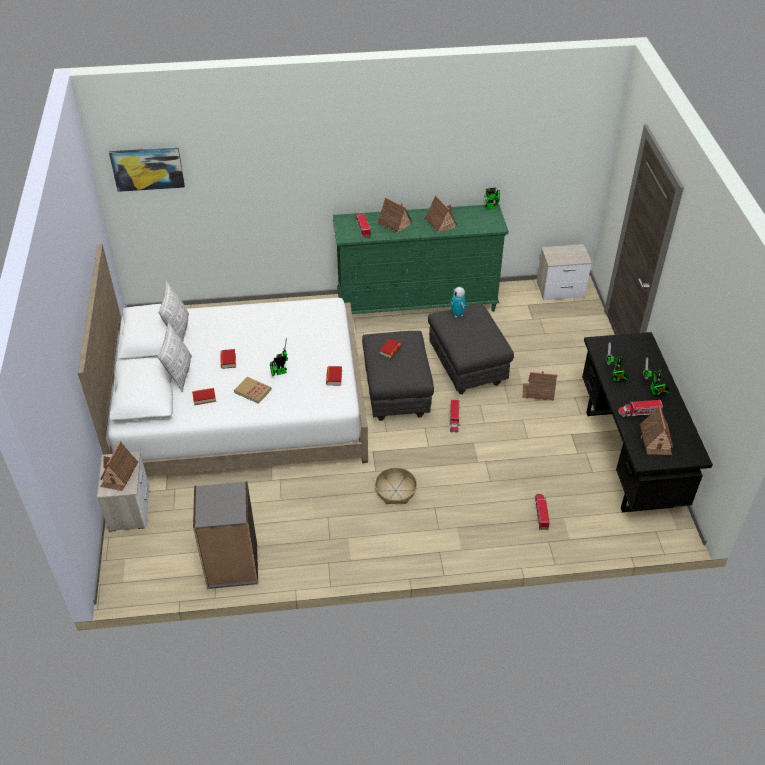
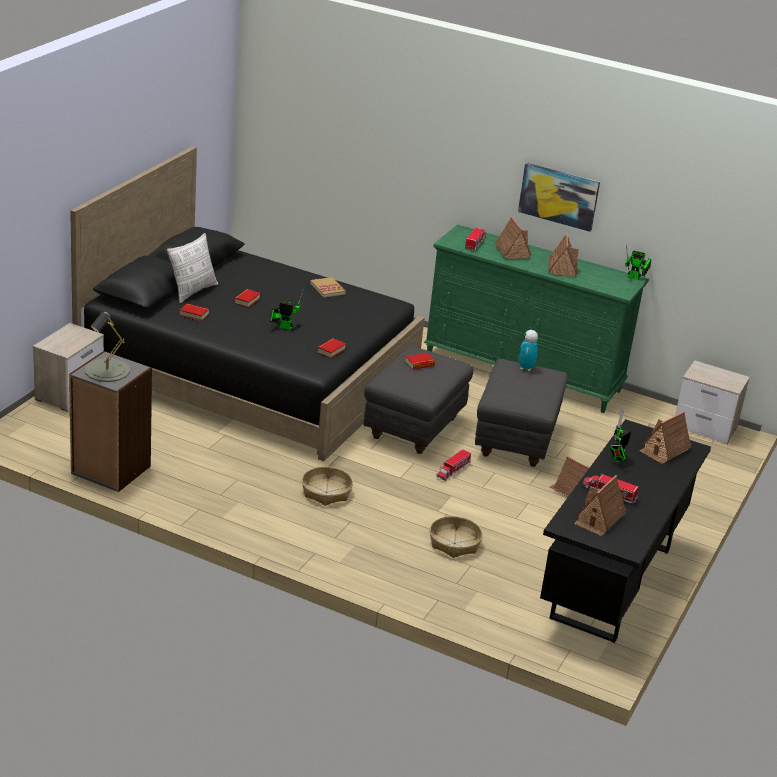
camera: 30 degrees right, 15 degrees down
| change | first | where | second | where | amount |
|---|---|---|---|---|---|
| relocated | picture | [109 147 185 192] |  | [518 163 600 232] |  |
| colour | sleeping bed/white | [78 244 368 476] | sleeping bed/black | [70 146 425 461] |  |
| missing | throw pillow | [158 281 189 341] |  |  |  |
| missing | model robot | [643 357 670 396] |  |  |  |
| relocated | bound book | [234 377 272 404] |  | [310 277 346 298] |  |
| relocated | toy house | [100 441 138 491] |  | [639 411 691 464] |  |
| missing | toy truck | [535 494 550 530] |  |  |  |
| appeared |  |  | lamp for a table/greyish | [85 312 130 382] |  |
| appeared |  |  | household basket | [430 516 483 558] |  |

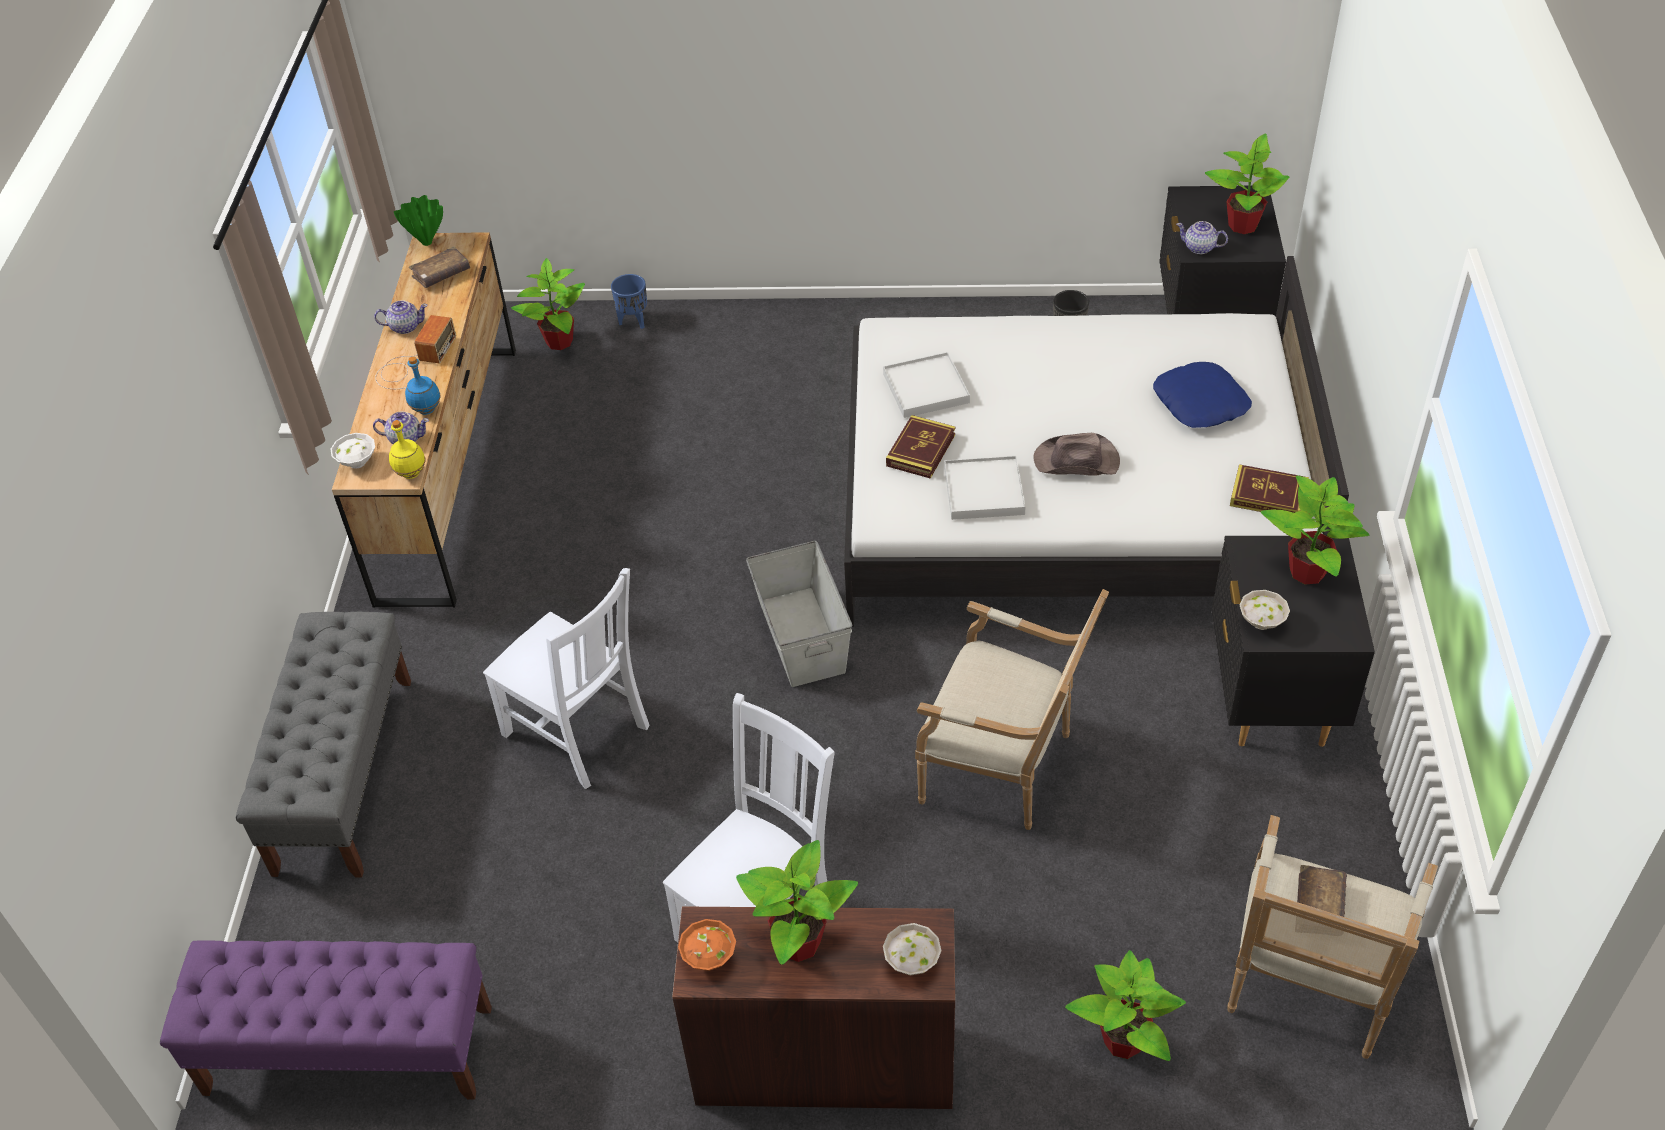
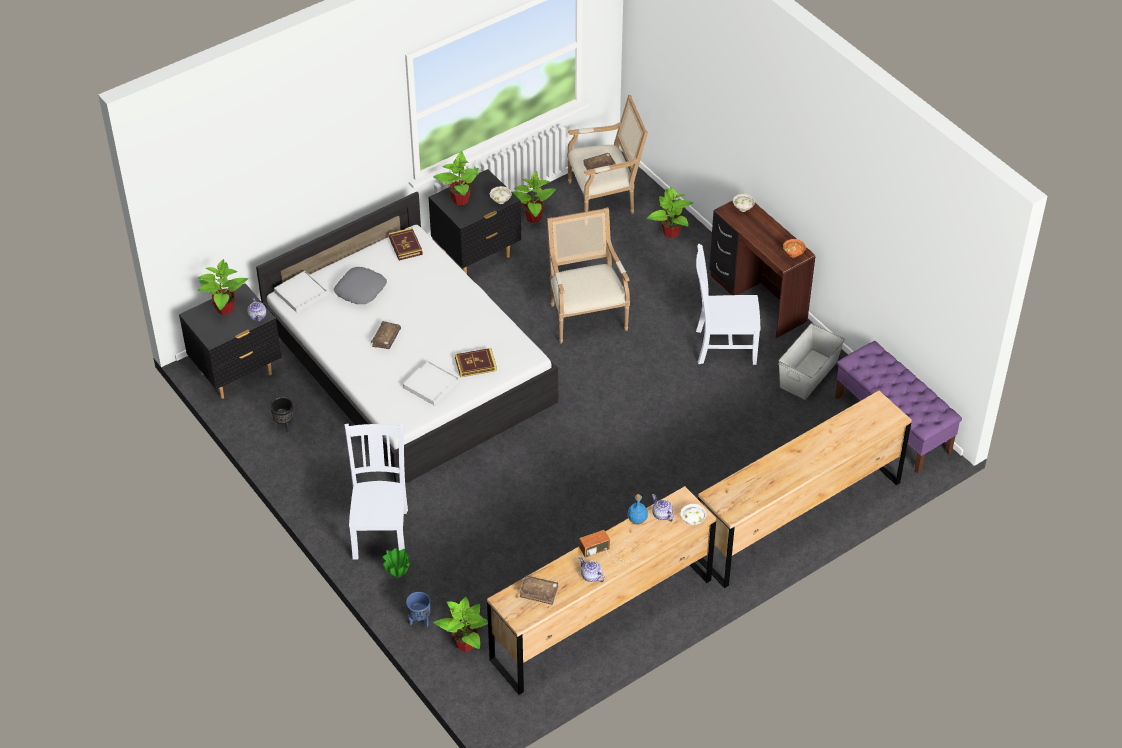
camera: 130 degrees left, 0 degrees up
| change | first | where | second | where | amount |
|---|---|---|---|---|---|
| relocated | decorative vase/greenish | [394 195 443 246] |  | [383 548 410 578] |  |
| colour | throw pillow/blue-coloured | [1153 362 1252 428] | throw pillow/greyish | [334 267 387 304] |  |
| missing | drink bottle/yellow-coloured | [389 420 426 479] |  |  |  |
| missing | wearable hat/brownish | [1034 433 1120 476] |  |  |  |
| relocated | serving tray/white | [944 456 1026 520] |  | [274 271 328 313] |  |
| relocated | storage container/greyish | [746 541 852 687] |  | [778 323 845 400] |  |
| relocated | upright chair/white | [483 568 650 789] |  | [344 423 408 560] |  |
| exchanged | indoor bench/greyish | [236 612 411 877] | chest of drawers/brownish | [698 391 912 588] |  |
| relocated | houseplant | [736 840 858 965] |  | [512 171 556 223] |  |
| appeared |  |  | bound book/brownish | [371 321 401 349] |  |

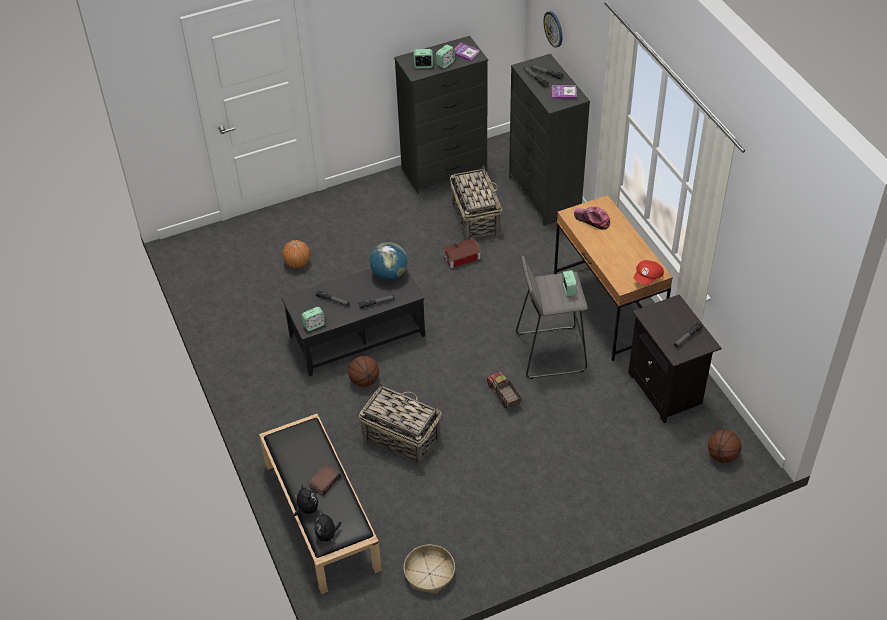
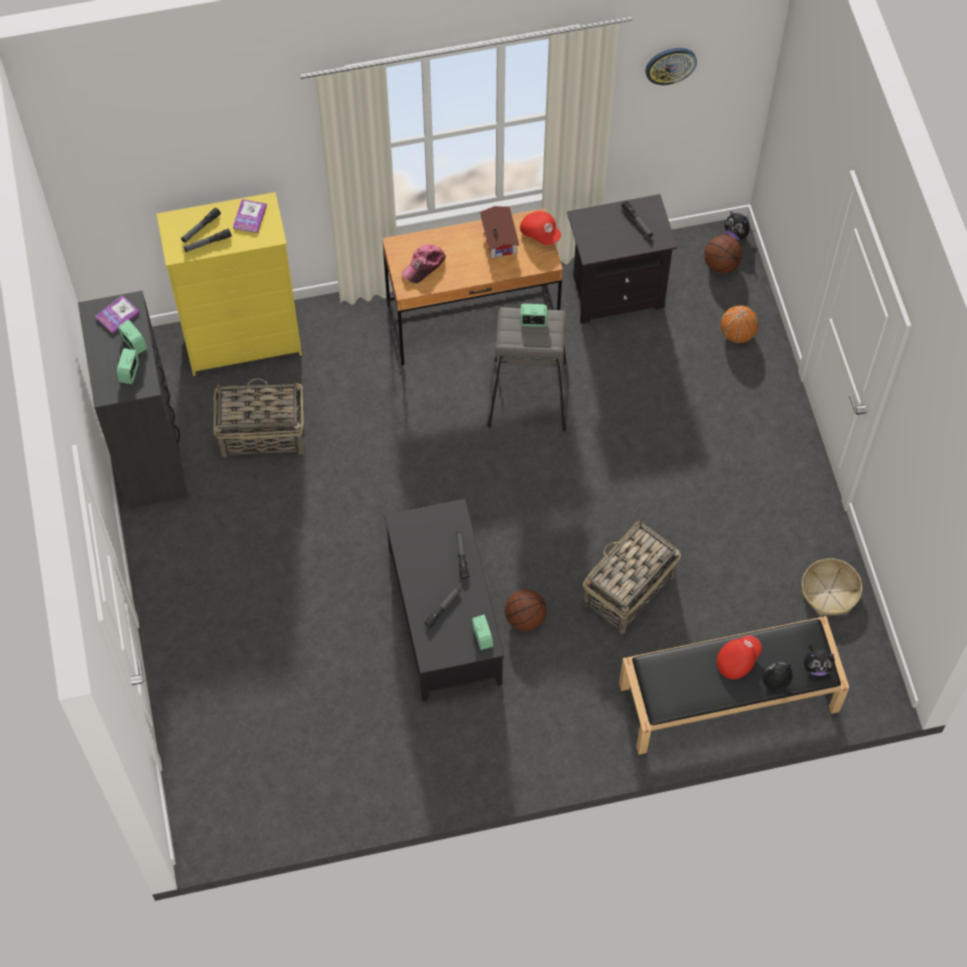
camera: 80 degrees left, 15 degrees up
| change | first | where | second | where | amount |
|---|---|---|---|---|---|
| relocated | wall clock | [544 11 563 48] |  | [645 48 697 85] |  |
| colour | chest of drawers/black | [509 54 590 226] | chest of drawers/yellow-coloured | [157 192 302 376] |  |
| relocated | toy house | [443 238 481 268] |  | [480 206 519 258] |  |
| relocated | basketball | [282 240 310 268] |  | [721 305 759 343] |  |
| missing | desk globe | [370 242 408 280] |  |  |  |
| missing | toy truck | [487 371 522 409] |  |  |  |
| exchanged | bound book | [308 464 341 495] | baseball cap/red-coloured | [717 635 762 679] |  |
| appeared |  |  | plush toy | [724 212 754 240] |  |

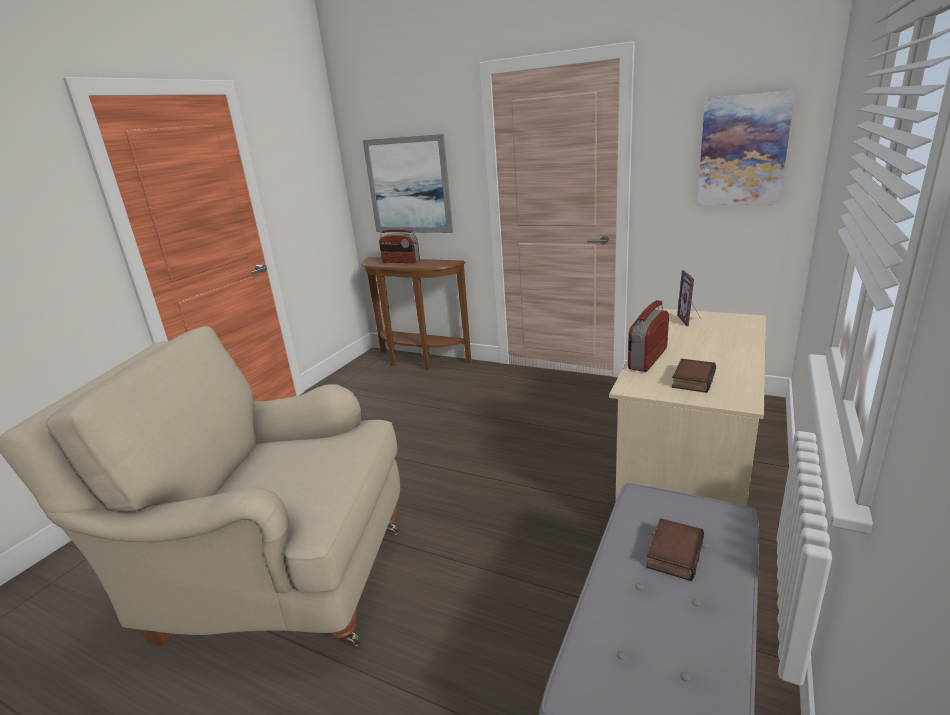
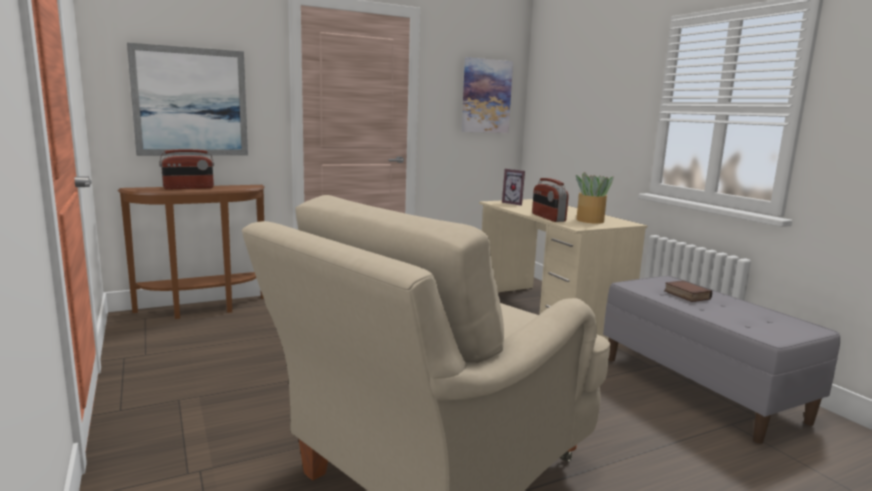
camera: 55 degrees left, 10 degrees down
| change | first | where | second | where | amount |
|---|---|---|---|---|---|
| exchanged | bound book | [672 359 716 393] | houseplant | [576 172 614 224] |  |

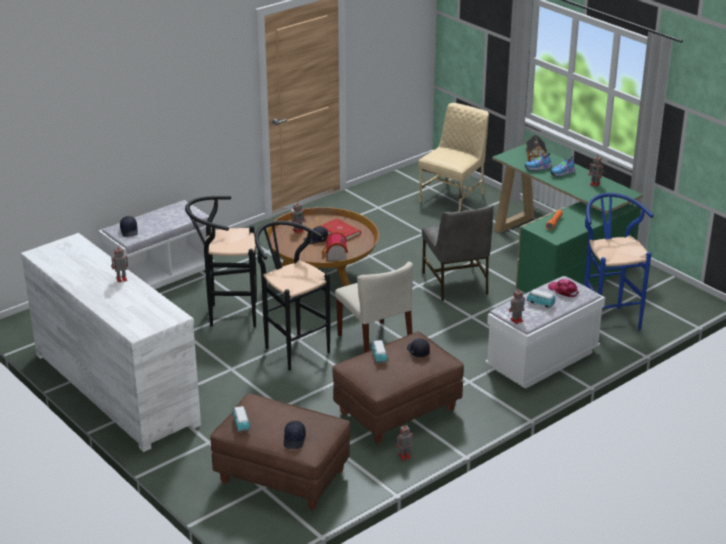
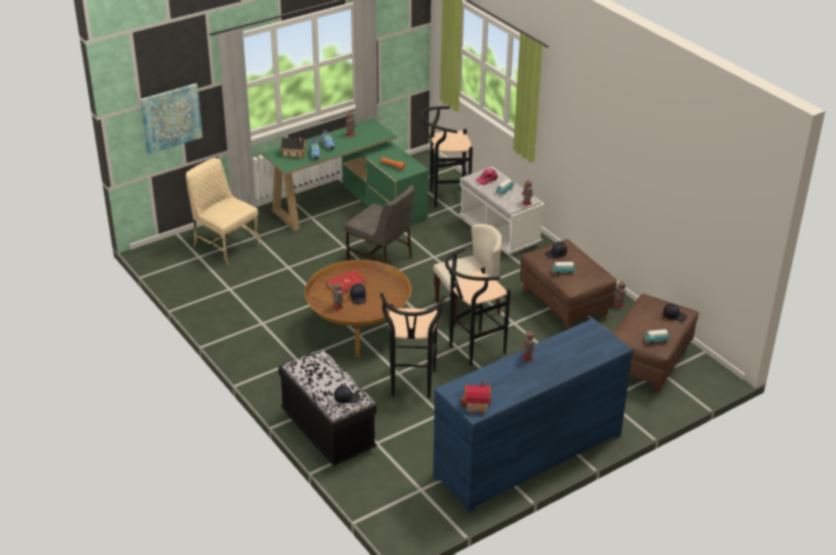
camera: 85 degrees left, 5 degrees up
| change | first | where | second | where | amount |
|---|---|---|---|---|---|
| colour | stool/blue-coloured | [584 193 654 331] | stool/black | [420 106 473 207] |  |
| colour | indoor bench/white | [98 200 214 289] | indoor bench/black | [278 349 377 466] |  |
| spun | upright chair/greyish | [422 205 494 301] |  | [345 185 415 264] | 45 degrees clockwise |
| relocated | toy house | [322 232 348 261] |  | [462 381 491 416] |  |
| colour | chest of drawers/white | [20 233 201 452] | chest of drawers/blue-coloured | [433 318 634 513] |  |
| appeared |  |  | picture | [140 83 203 154] |  |

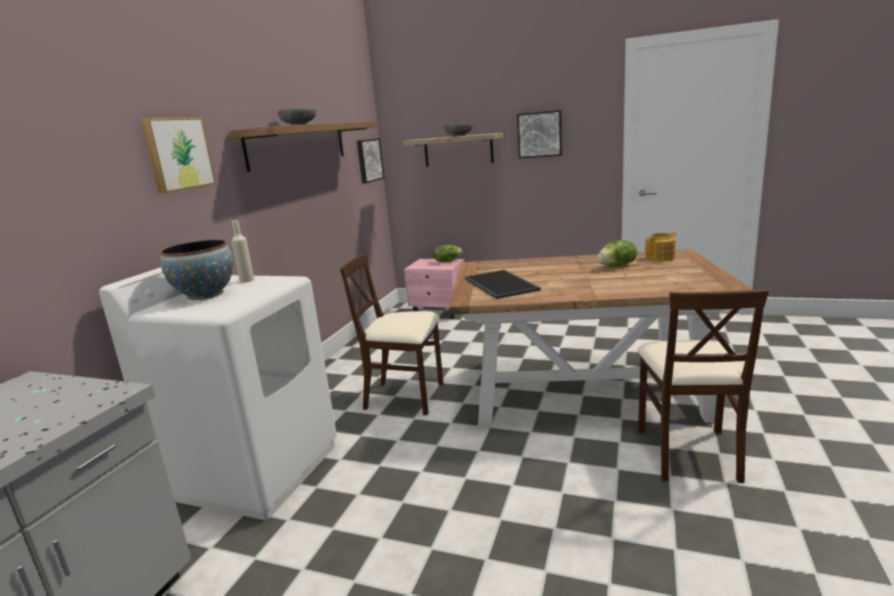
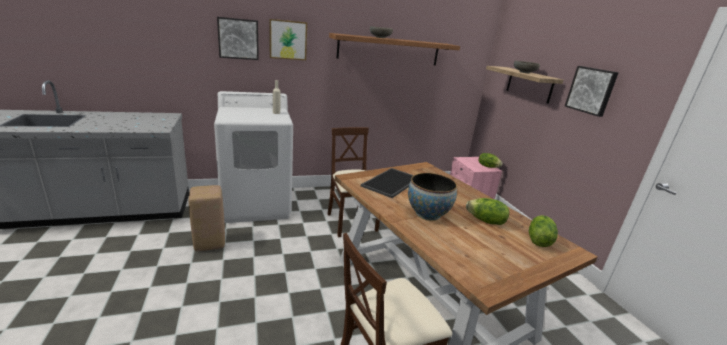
camera: 50 degrees right, 5 degrees up
| change | first | where | second | where | amount |
|---|---|---|---|---|---|
| relocated | picture | [357 138 384 184] |  | [217 17 259 60] |  |
| exchanged | pot for tea | [645 232 676 262] | head of lettuce | [529 215 558 247] |  |
| relocated | deep dish | [160 239 233 300] |  | [408 173 457 221] |  |
| appeared |  |  | stool/beige | [189 185 225 251] |  |

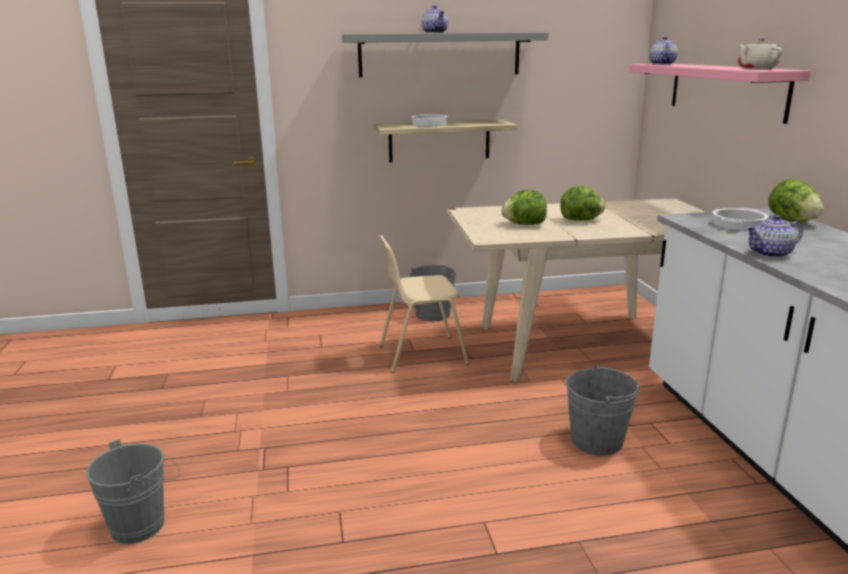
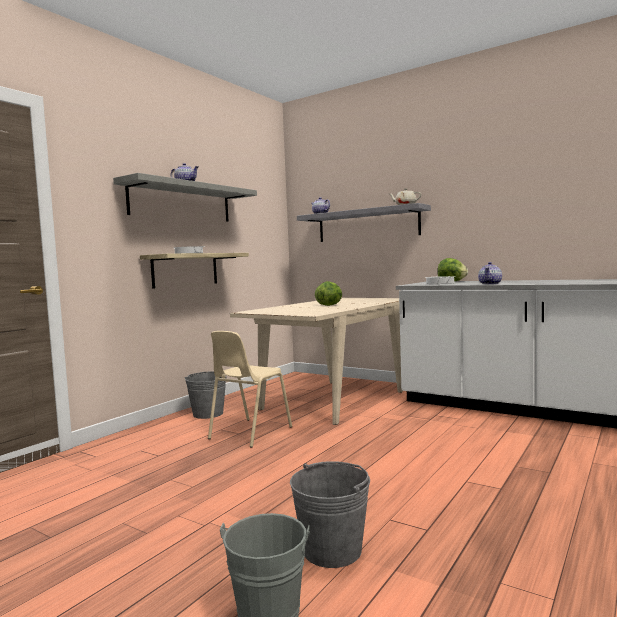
camera: 45 degrees left, 15 degrees down
| change | first | where | second | where | amount |
|---|---|---|---|---|---|
| colour | bracket shelf/pink-coloured | [629 64 811 124] | bracket shelf/greyish | [297 203 431 242] |  |
| missing | head of lettuce | [501 190 547 225] |  |  |  |
| relocated | bucket/greyish | [566 365 640 456] |  | [290 461 370 568] |  |

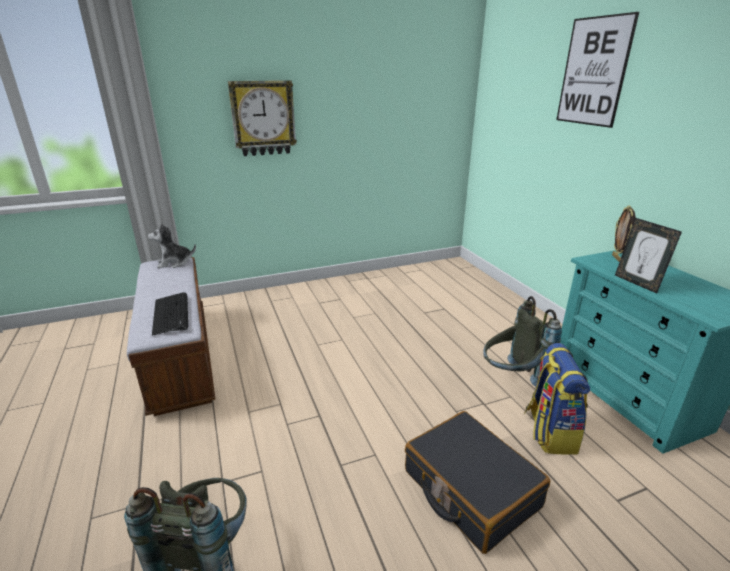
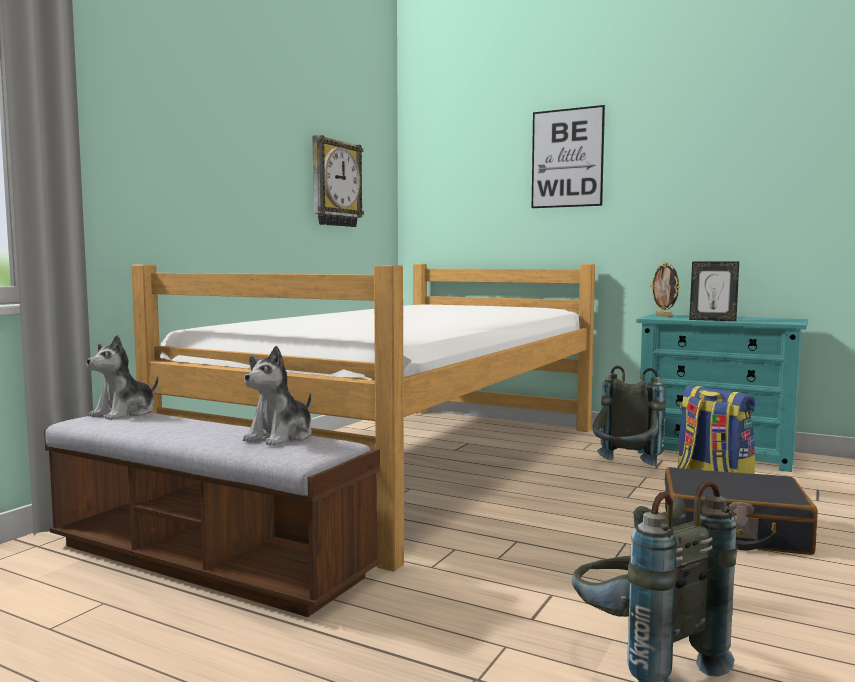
camera: 40 degrees left, 20 degrees down
| change | first | where | second | where | amount |
|---|---|---|---|---|---|
| relocated | wall clock | [228 80 297 156] |  | [312 135 364 227] |  |
| exchanged | PC keyboard | [152 293 188 336] | plush toy | [243 346 312 446] |  |
| appeared |  |  | sleeping bed | [131 264 595 572] |  |

